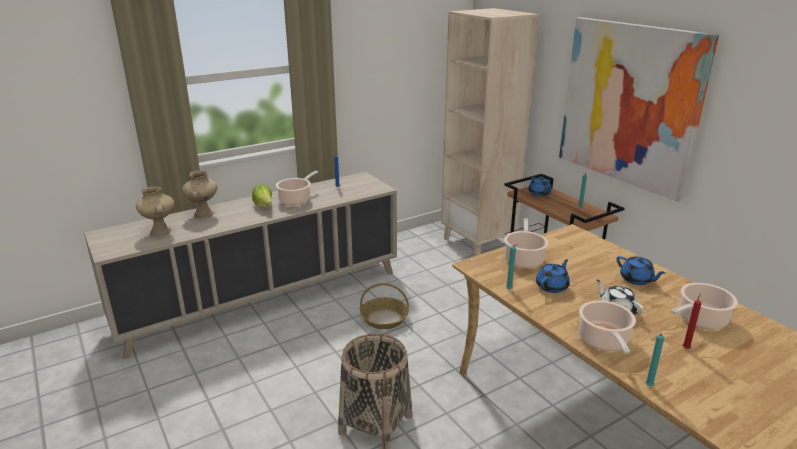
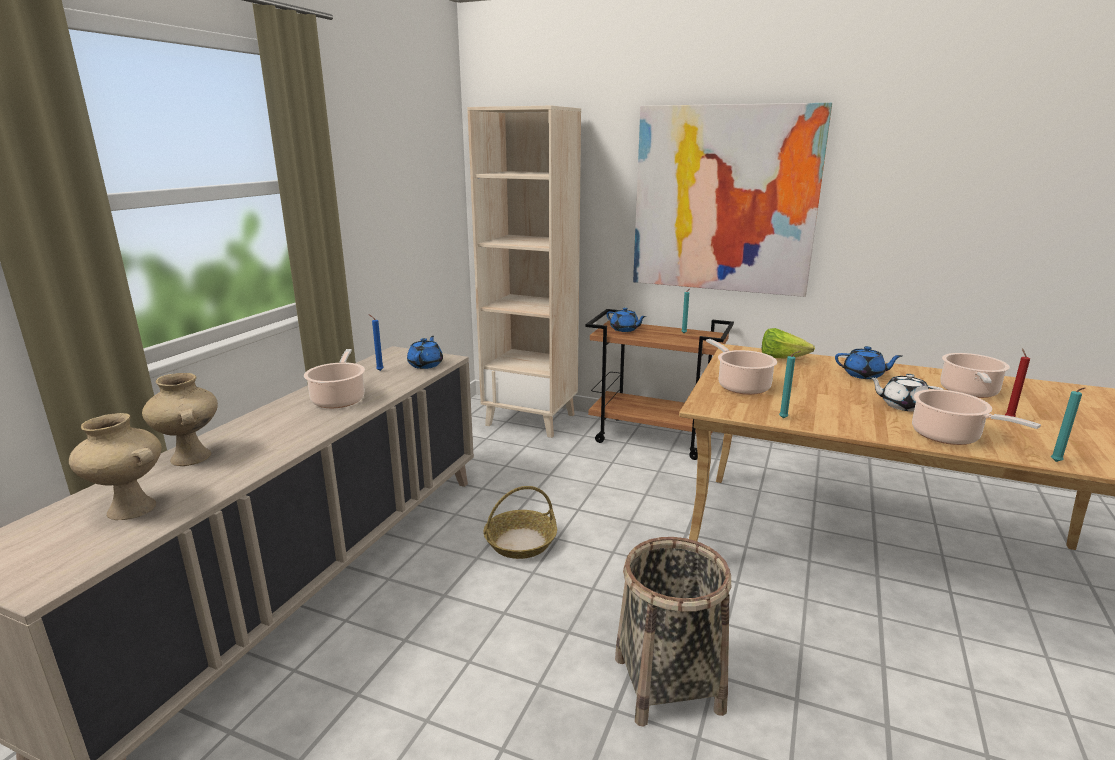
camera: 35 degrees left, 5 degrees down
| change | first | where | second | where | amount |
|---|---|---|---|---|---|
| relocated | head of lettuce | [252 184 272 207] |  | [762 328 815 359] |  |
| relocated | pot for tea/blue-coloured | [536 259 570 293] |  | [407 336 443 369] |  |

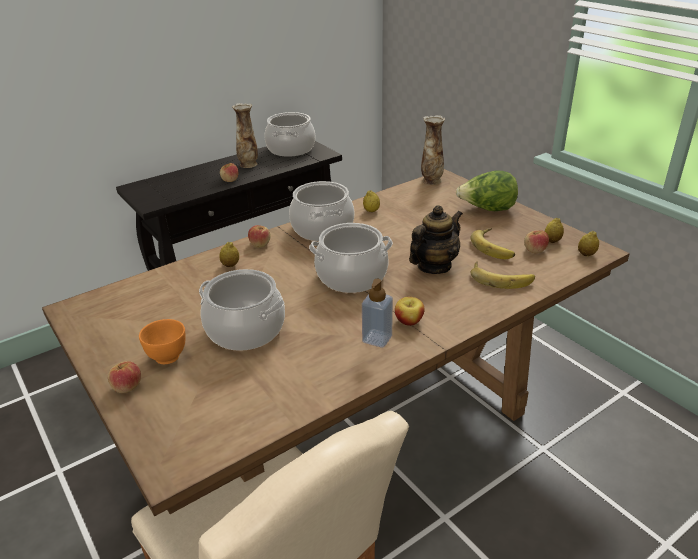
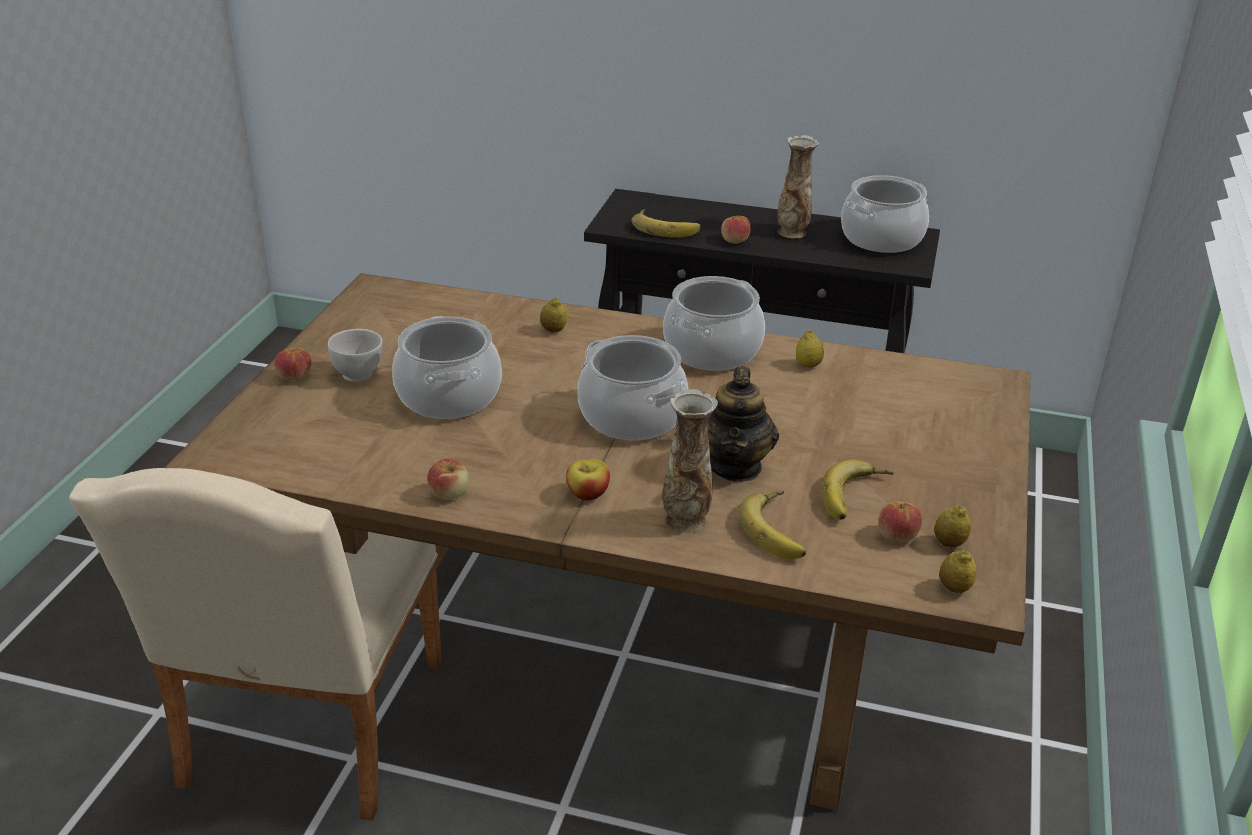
camera: 50 degrees right, 0 degrees up
| change | first | where | second | where | amount |
|---|---|---|---|---|---|
| relocated | decorative vase | [421 115 445 185] |  | [663 389 718 533] |  |
| missing | head of lettuce | [456 171 518 211] |  |  |  |
| spun | pot for tea | [409 205 463 274] |  | [708 366 779 482] | 90 degrees clockwise |
| relocated | apple fruit | [248 225 271 248] |  | [427 459 469 500] |  |
| missing | liquid soap bottle | [362 279 393 348] |  |  |  |
| colour | deep dish/orange | [139 319 185 364] | deep dish/white | [328 329 383 382] |  |
| appeared |  |  | banana fruit | [632 209 701 237] |  |

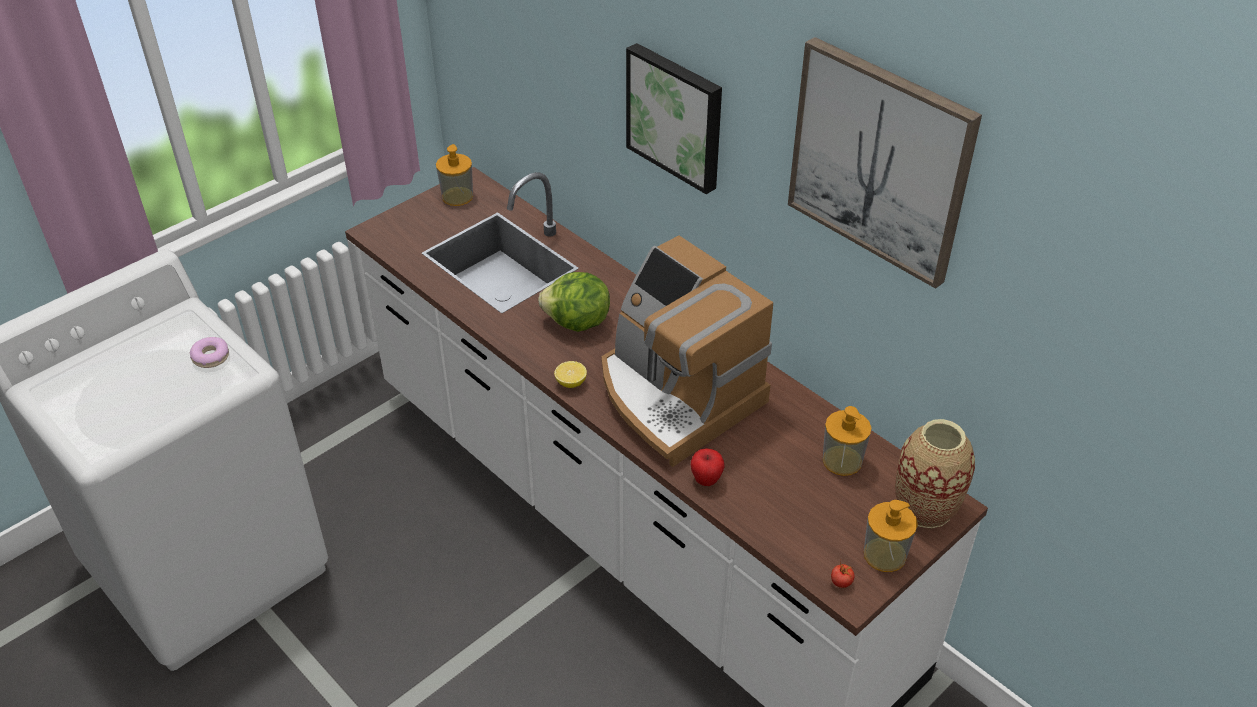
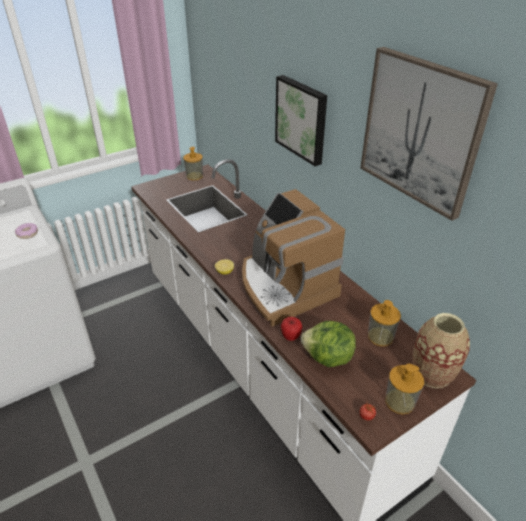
camera: 10 degrees right, 5 degrees down
| change | first | where | second | where | amount |
|---|---|---|---|---|---|
| relocated | head of lettuce | [538 272 610 332] |  | [301 321 356 367] |  |

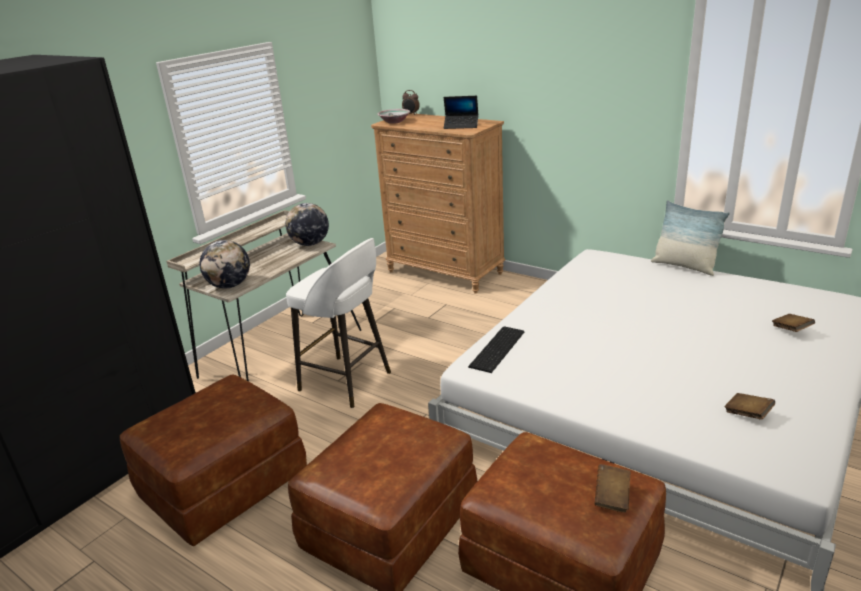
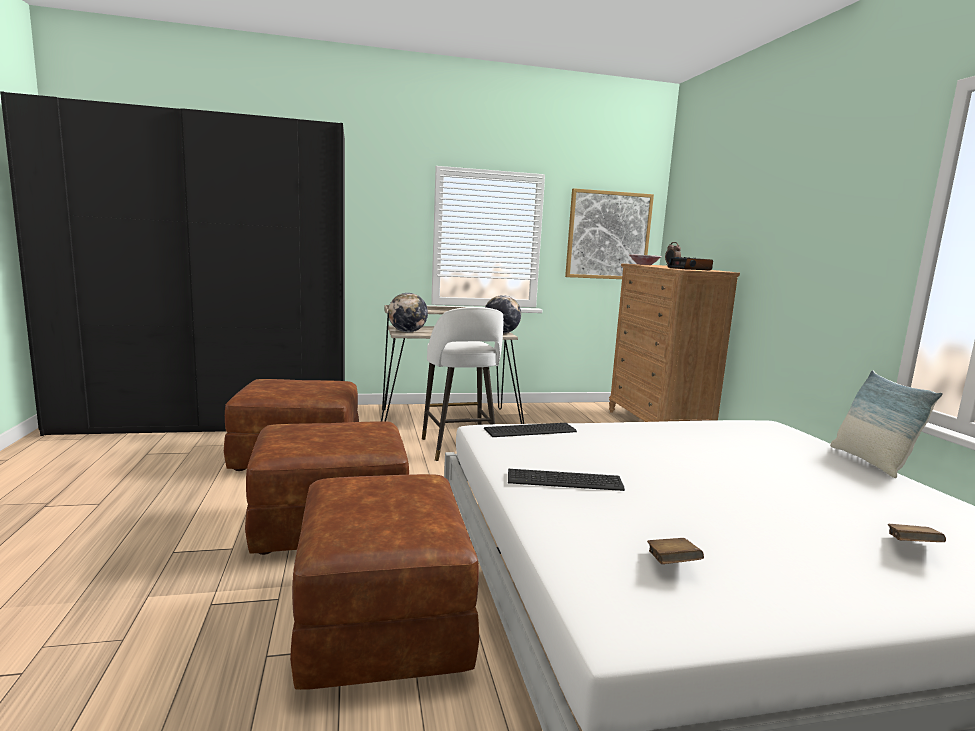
camera: 40 degrees right, 15 degrees down
| change | first | where | second | where | amount |
|---|---|---|---|---|---|
| exchanged | laptop | [443 96 478 129] | alarm clock | [667 257 713 270] |  |
| missing | bound book/brownish | [595 464 631 513] |  |  |  |
| appeared |  |  | picture | [565 188 654 279] |  |
| appeared |  |  | PC keyboard | [508 469 625 491] |  |

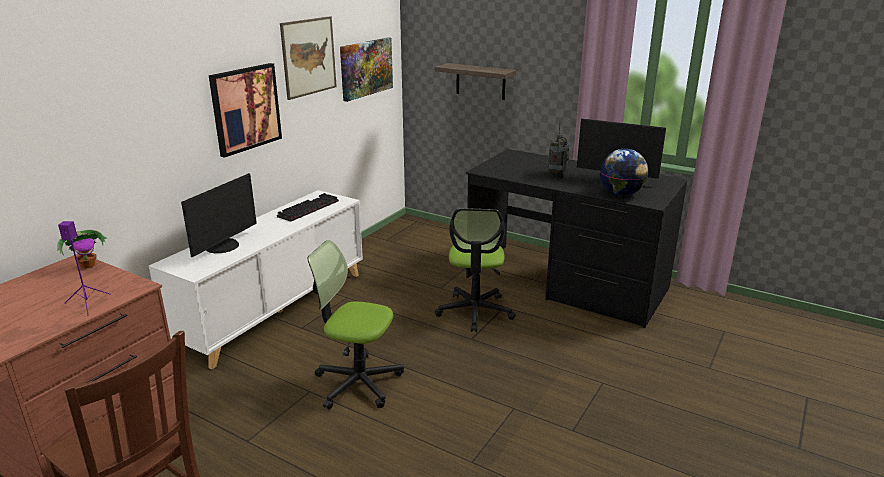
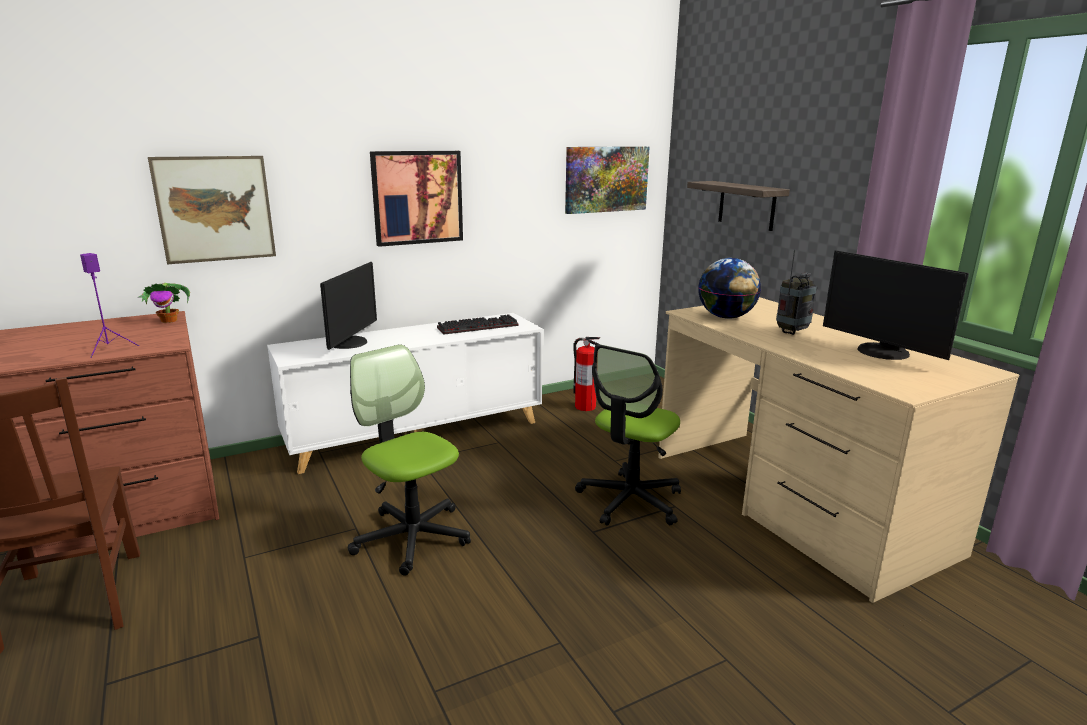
camera: 30 degrees right, 5 degrees down
| change | first | where | second | where | amount |
|---|---|---|---|---|---|
| relocated | picture | [280 16 337 100] |  | [148 156 276 264] |  |
| colour | desk/black | [466 149 688 328] | desk/beige | [658 297 1019 603] |  |
| relocated | desk globe | [600 149 648 196] |  | [698 258 761 319] |  |
| spun | computer display | [181 173 257 257] |  | [320 262 377 350] | 45 degrees counterclockwise |
| appeared |  |  | fire-fighting cylinder | [573 337 600 411] |  |

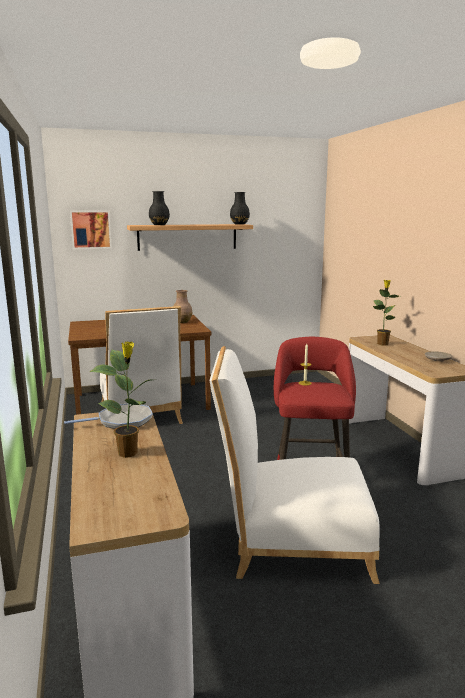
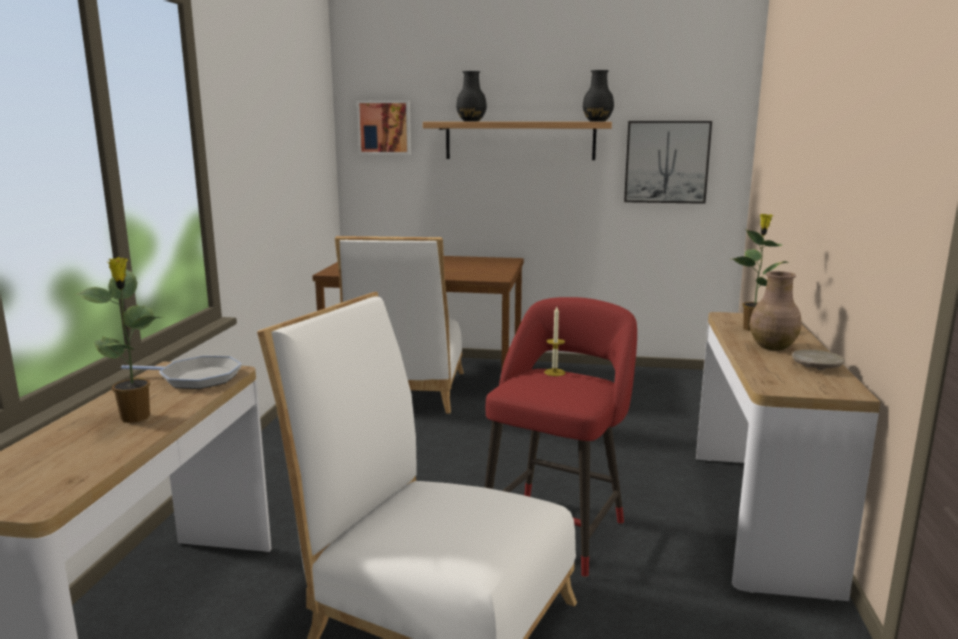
camera: 25 degrees right, 0 degrees up
| change | first | where | second | where | amount |
|---|---|---|---|---|---|
| relocated | decorative vase/brownish | [173 290 192 323] |  | [750 271 802 351] |  |
| appeared |  |  | picture | [624 121 712 204] |  |

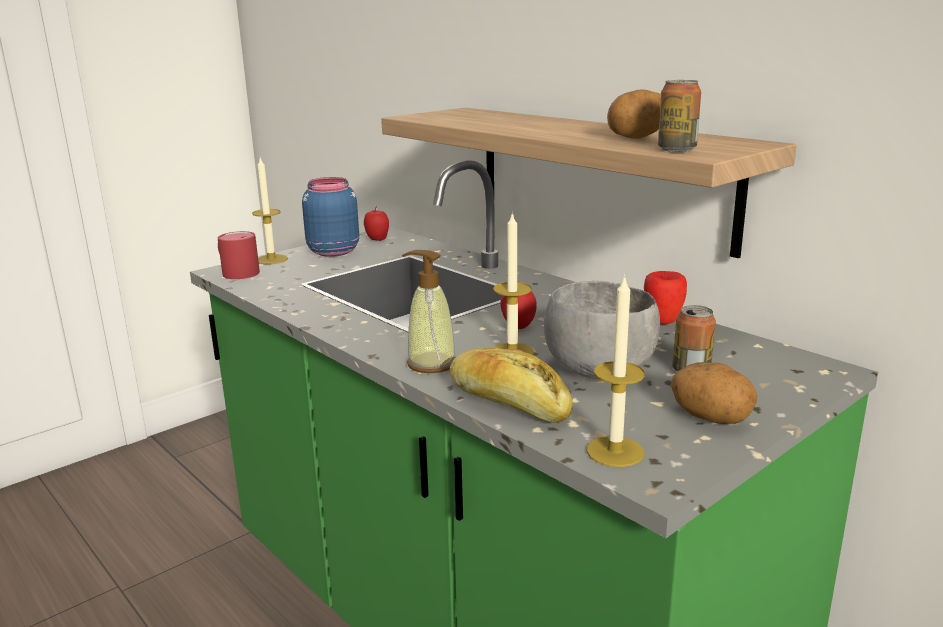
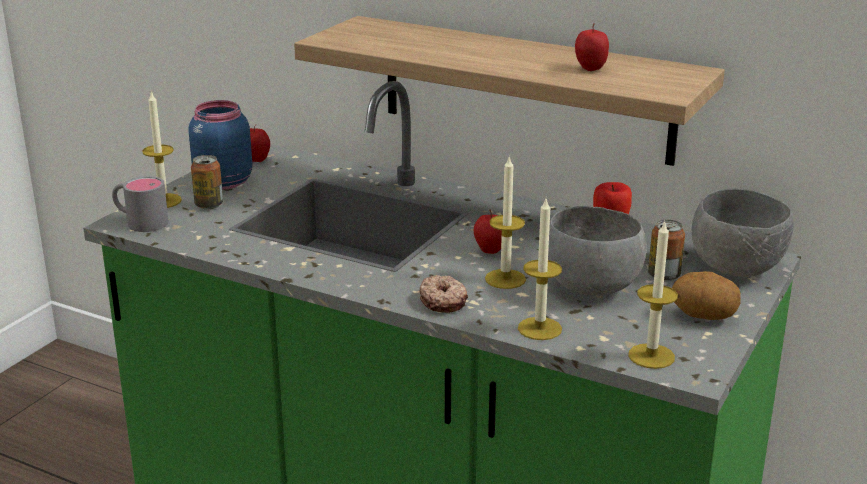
camera: 20 degrees left, 5 degrees up
| change | first | where | second | where | amount |
|---|---|---|---|---|---|
| relocated | sealed can | [658 80 701 152] |  | [191 155 223 209] |  |
| exchanged | potato | [607 89 661 139] | apple fruit | [575 23 609 71] |  |
| colour | tea mug/red-coloured | [218 231 260 279] | tea mug/greyish | [112 176 169 232] |  |
| exchanged | liquid soap bottle | [402 250 455 373] | doughnut | [420 275 468 313] |  |
| exchanged | baked bread | [450 347 573 423] | wax light | [518 199 562 340] |  |
| appeared |  |  | deep dish/greyish | [692 188 794 277] |  |

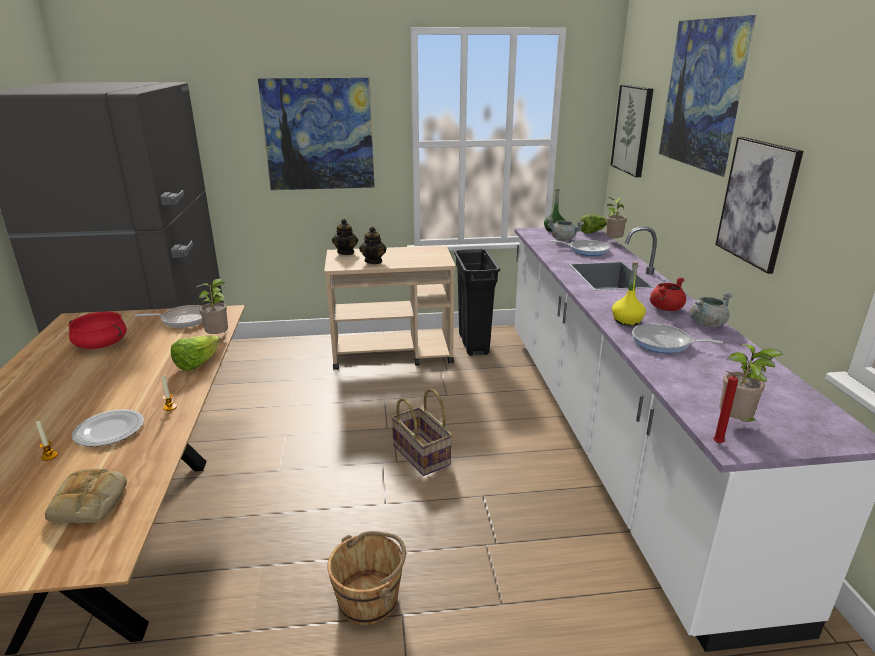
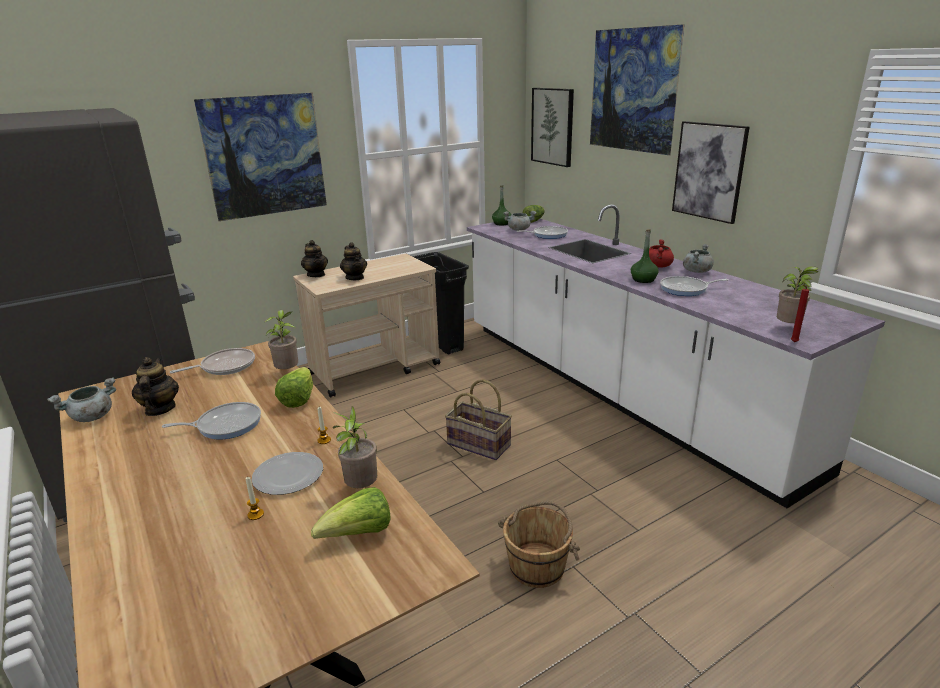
camera: 25 degrees left, 0 degrees up
| change | first | where | second | where | amount |
|---|---|---|---|---|---|
| relocated | houseplant | [604 197 627 239] |  | [332 406 377 488] |  |
| colour | drink bottle/yellow-coloured | [612 262 646 326] | drink bottle/greenish | [631 229 659 283] |  |
| exchanged | stockpot/red-coloured | [69 312 127 349] | pot for tea | [132 357 179 416] |  |
| exchanged | baked bread | [45 468 127 523] | head of lettuce | [311 487 390 539] |  |
| appeared |  |  | stockpot/greyish | [47 377 116 422] |  |
| appeared |  |  | pan | [162 402 261 439] |  |

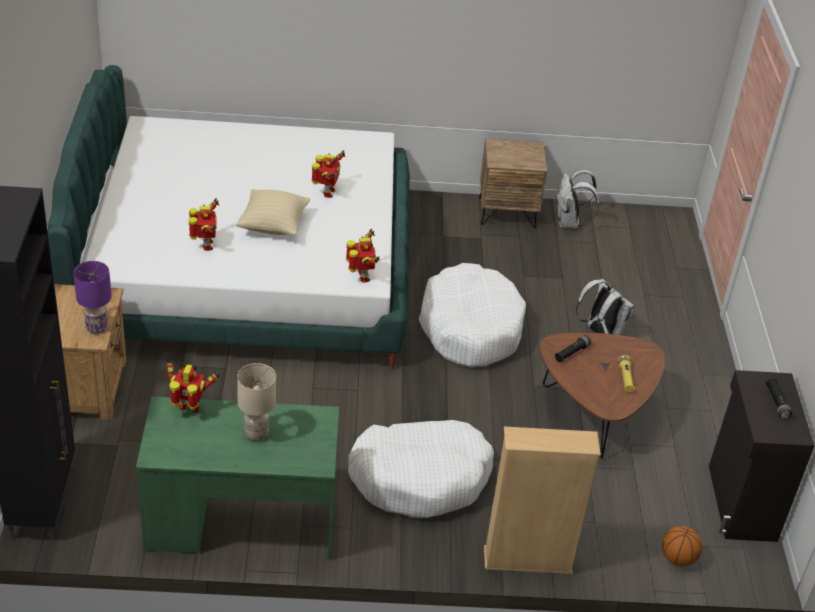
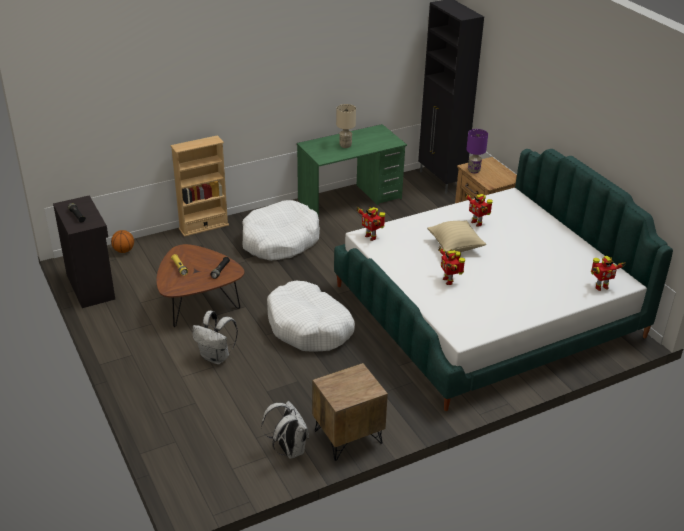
camera: 155 degrees right, 5 degrees down
| change | first | where | second | where | amount |
|---|---|---|---|---|---|
| relocated | model robot | [167 359 219 413] |  | [591 256 626 291] |  |

